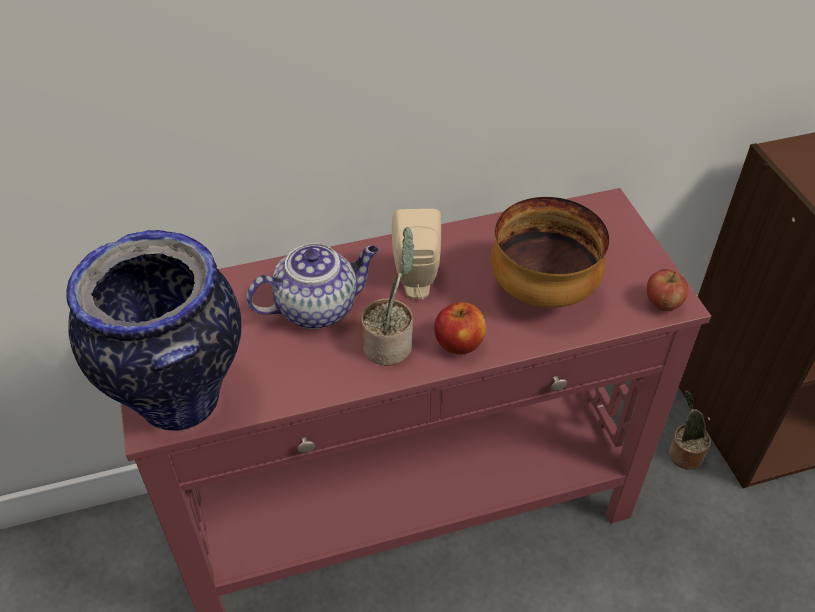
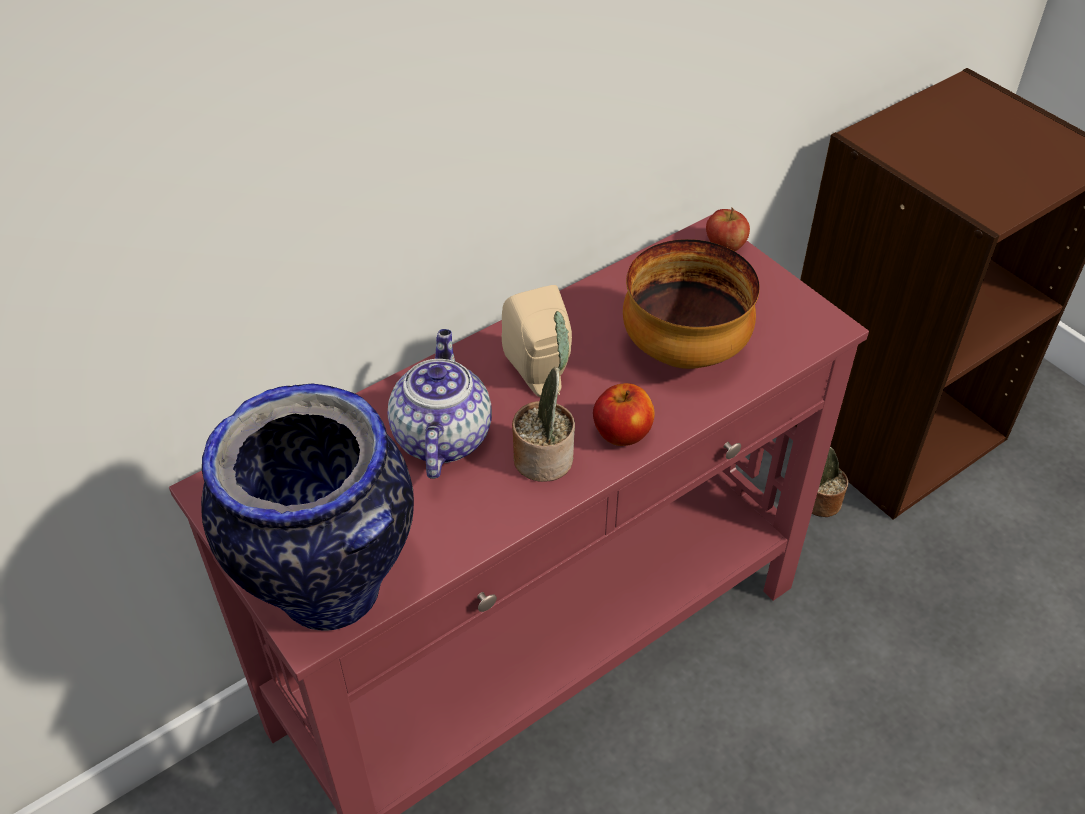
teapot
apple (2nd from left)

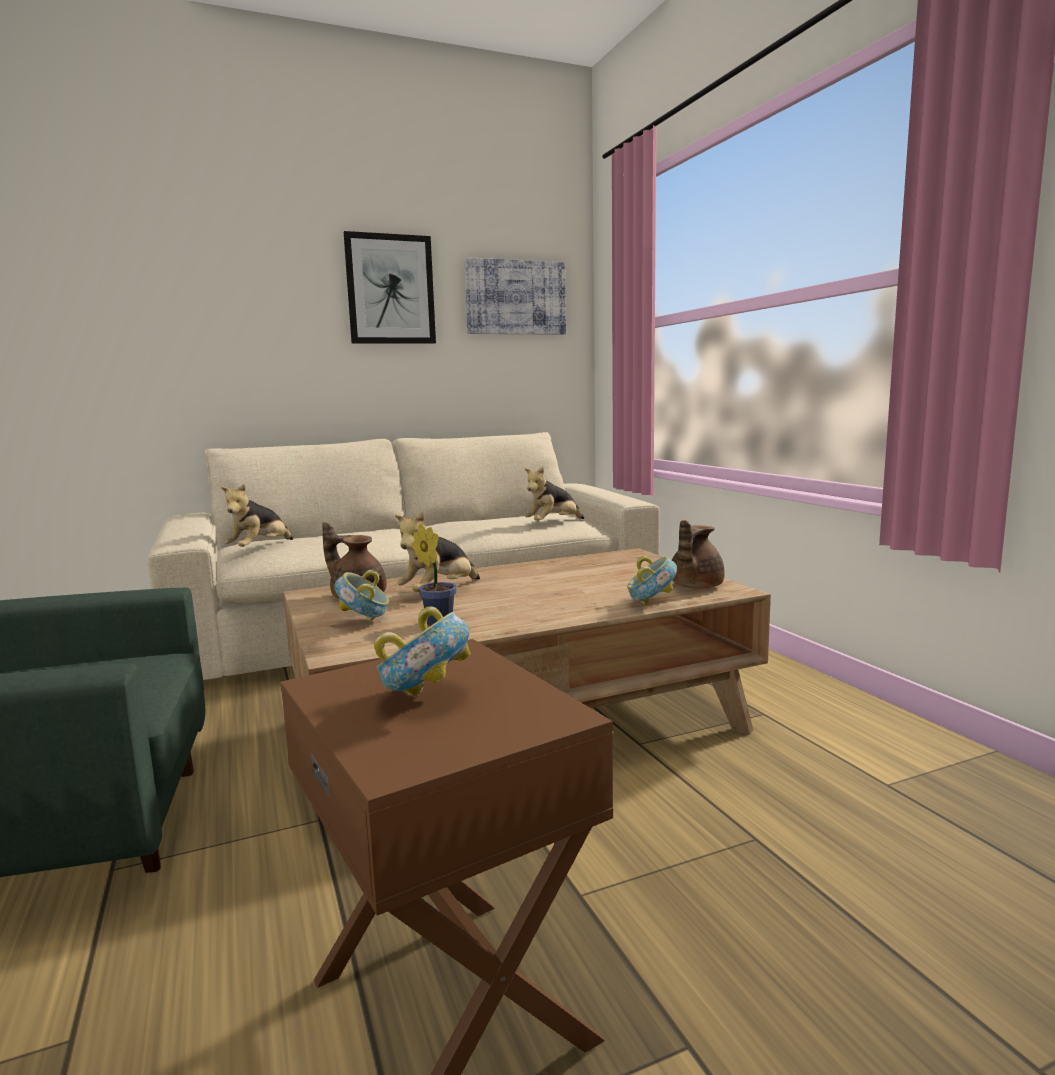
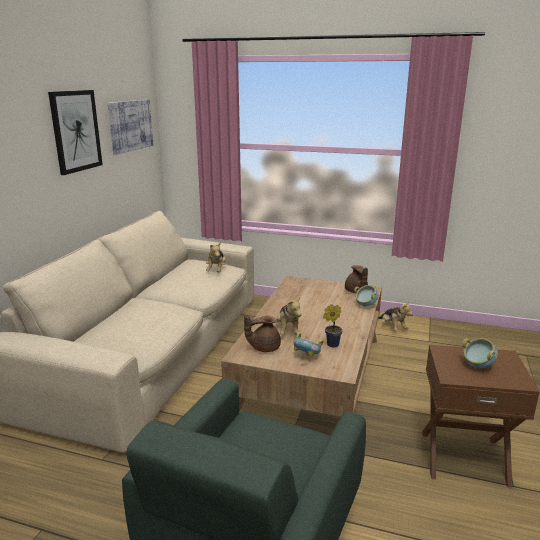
cuddly toy (3rd from left)

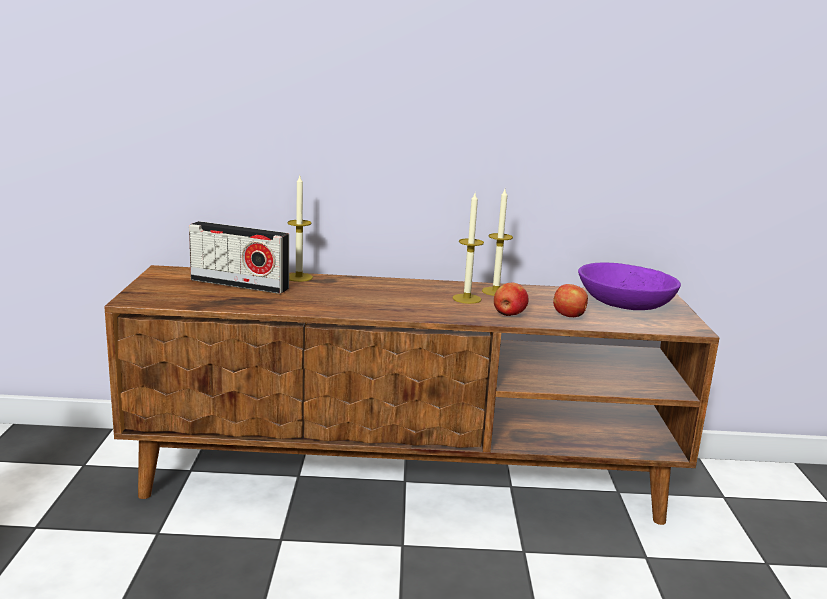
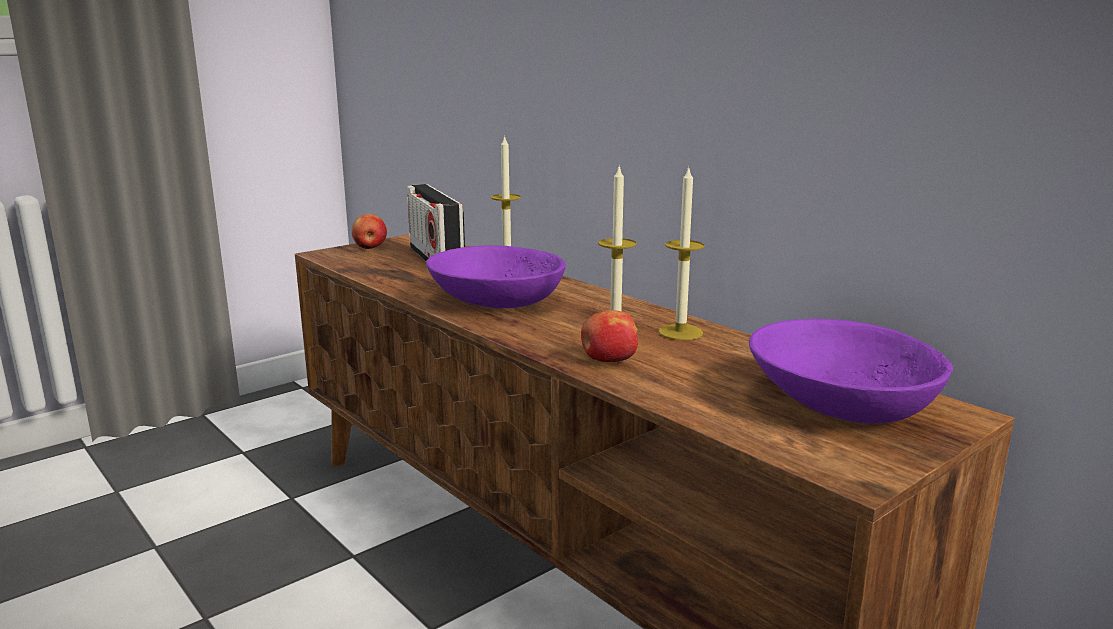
apple (1st from left)
serving bowl (purple) (1st from left)

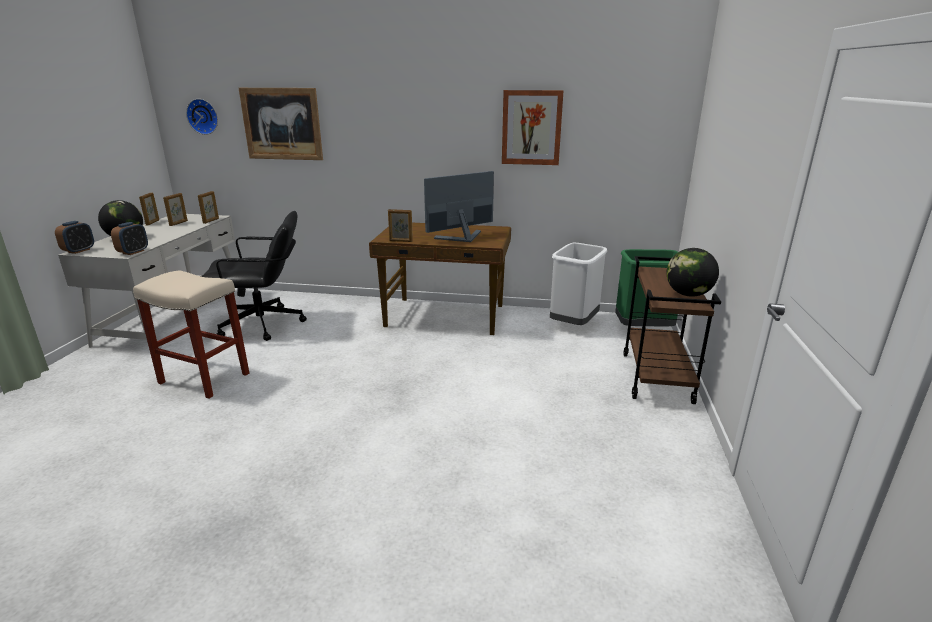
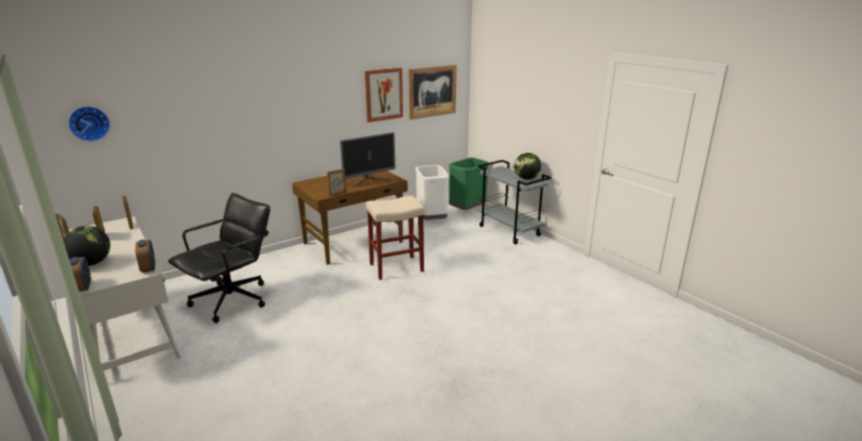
computer display
sitting stool (beige)
wall art (2nd from left)
trolley (greyish)

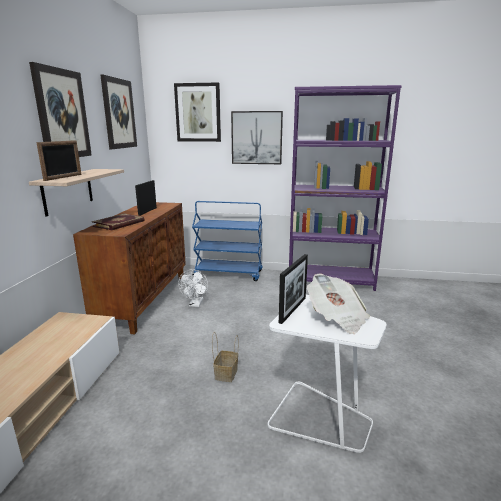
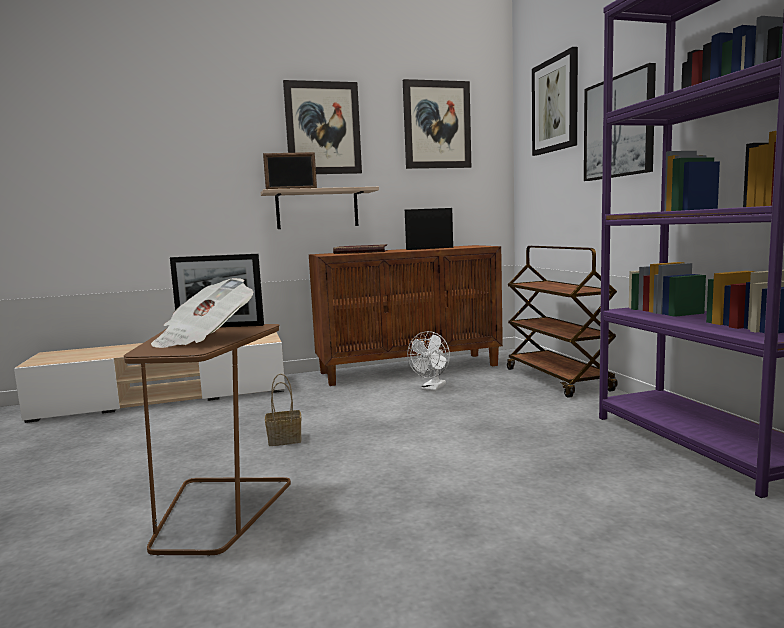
accent table (brown-coloured)
fan (whitish)
trolley (brown-coloured)

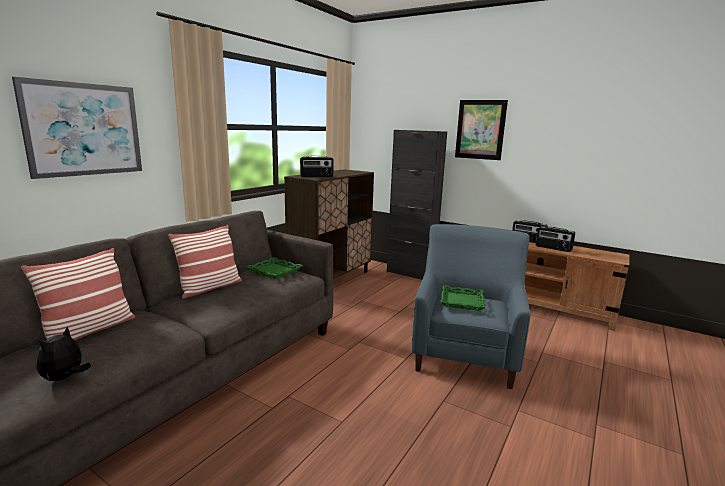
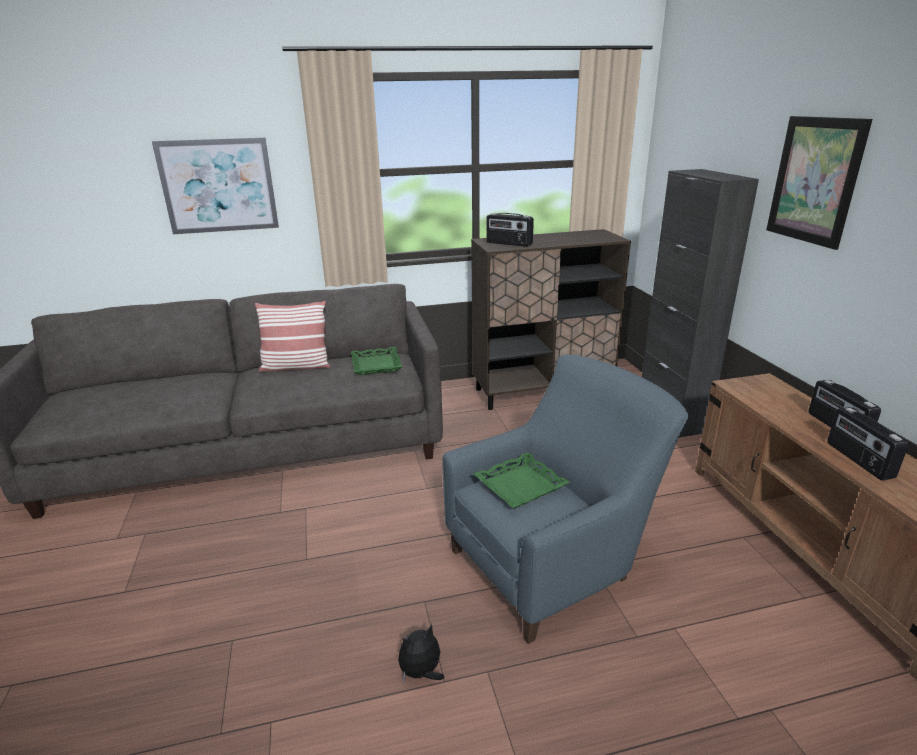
cuddly toy
pillow (1st from left in the first image)

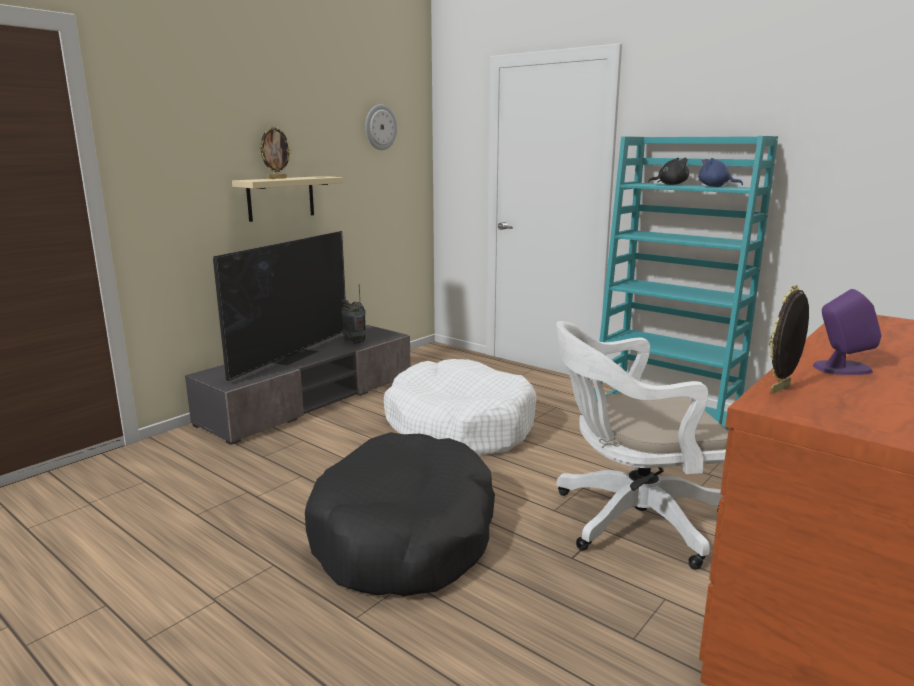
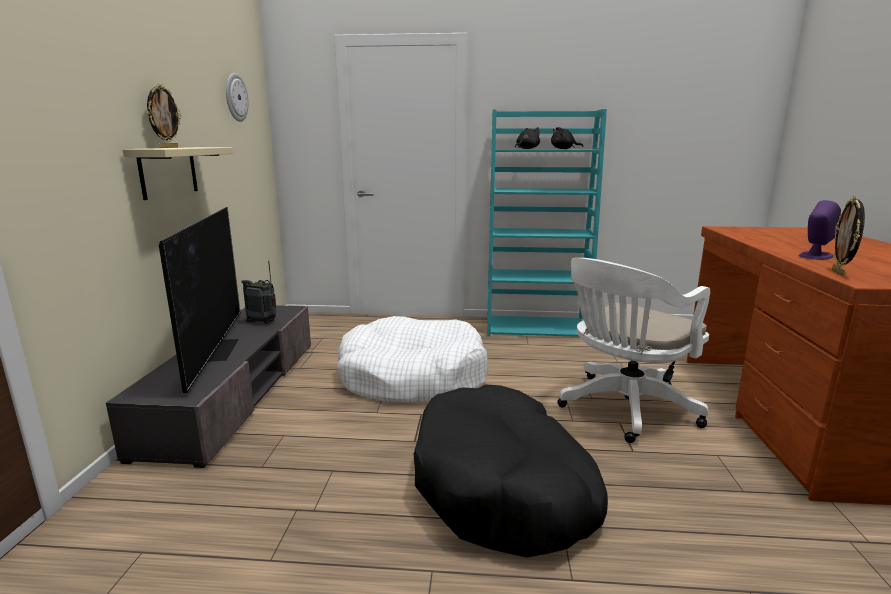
cuddly toy (black-coloured) (2nd from left)

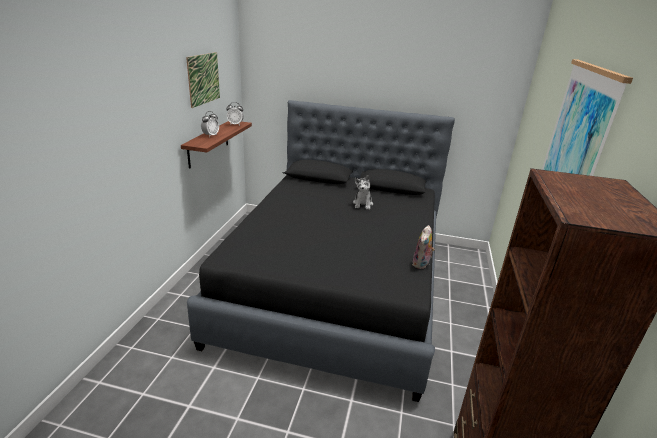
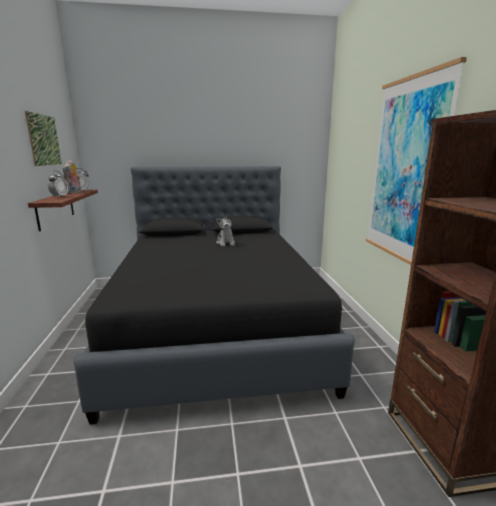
cuddly toy (1st from left)

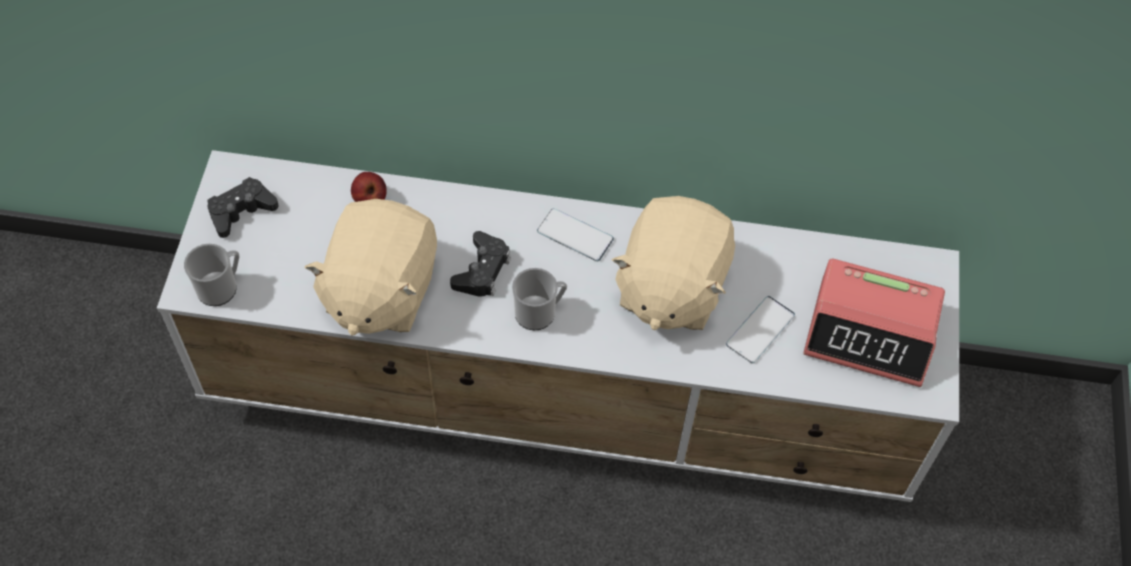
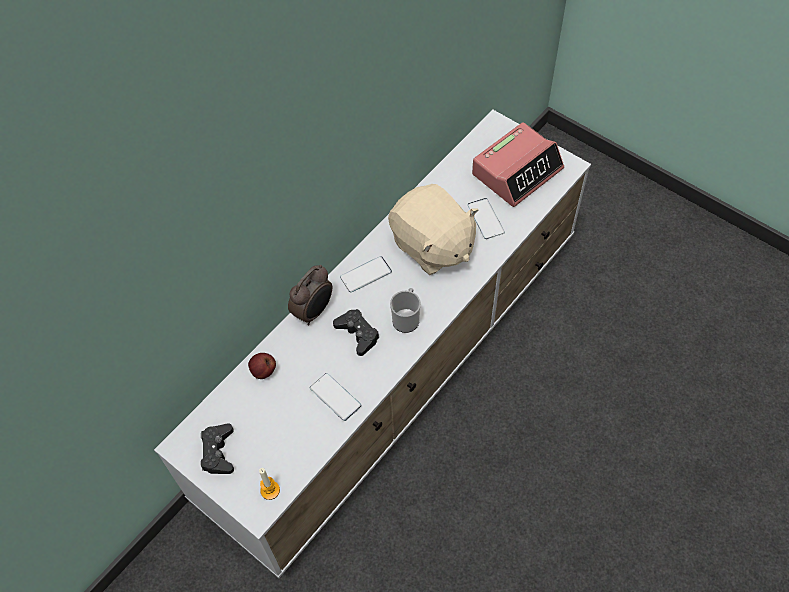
wax candle
table clock (1st from left)
phone (1st from left)

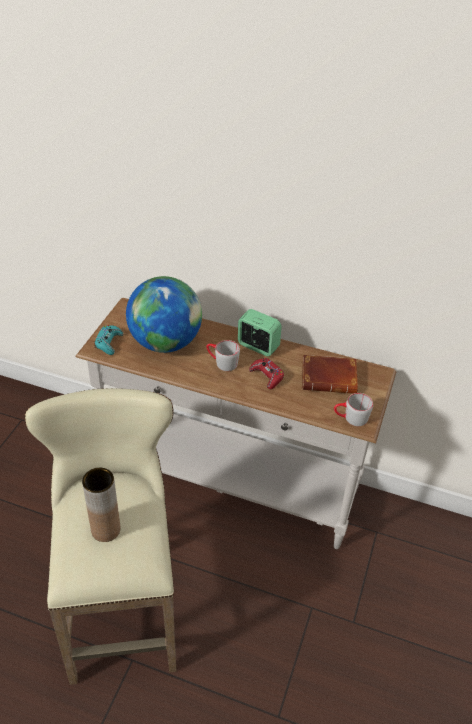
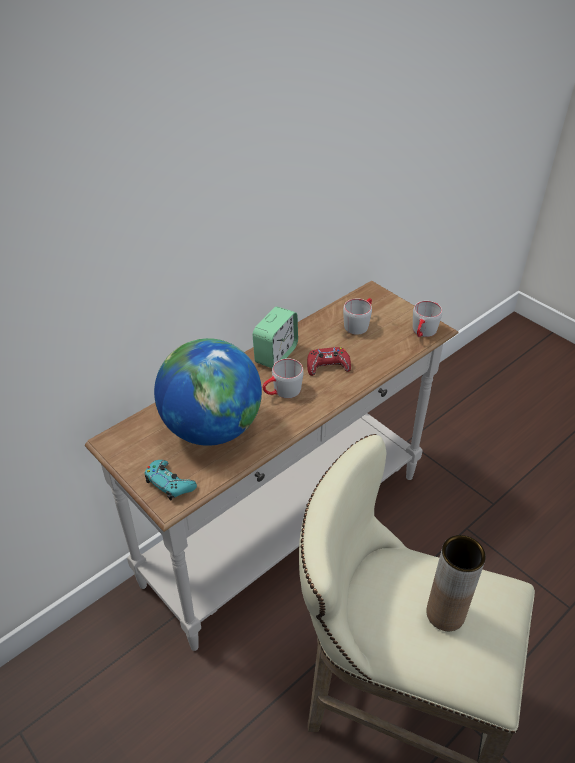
table clock
tea mug (greyish) (2nd from left)

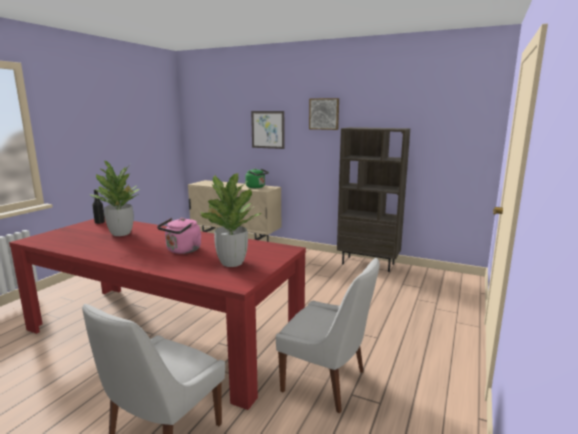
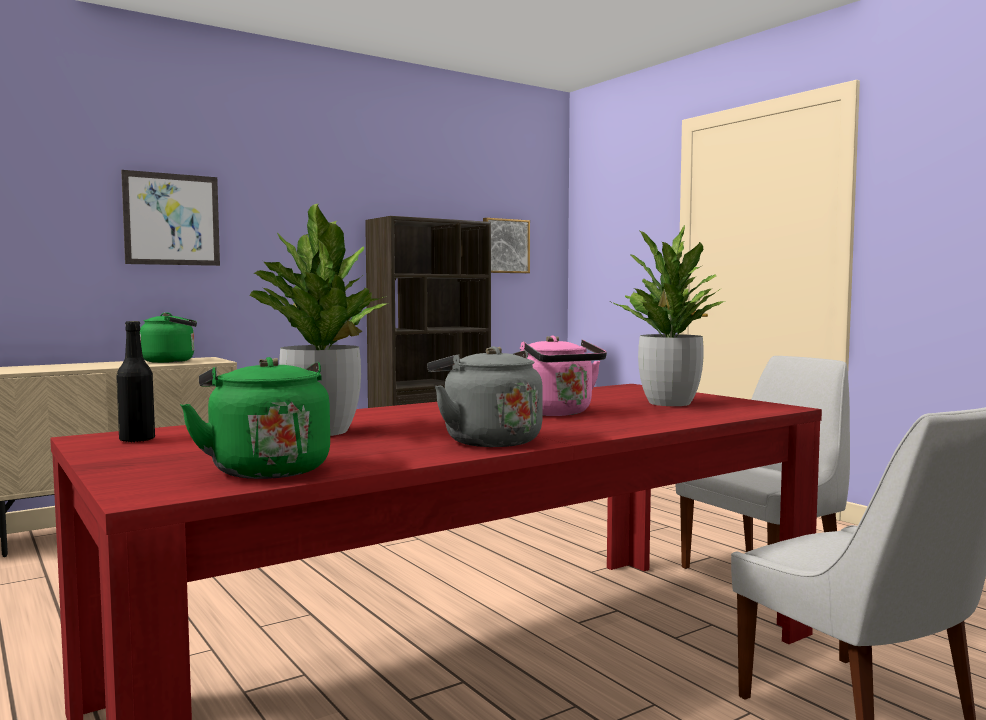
tea kettle (green-coloured) (2nd from left)
tea kettle (greyish)
wall art (2nd from left)

